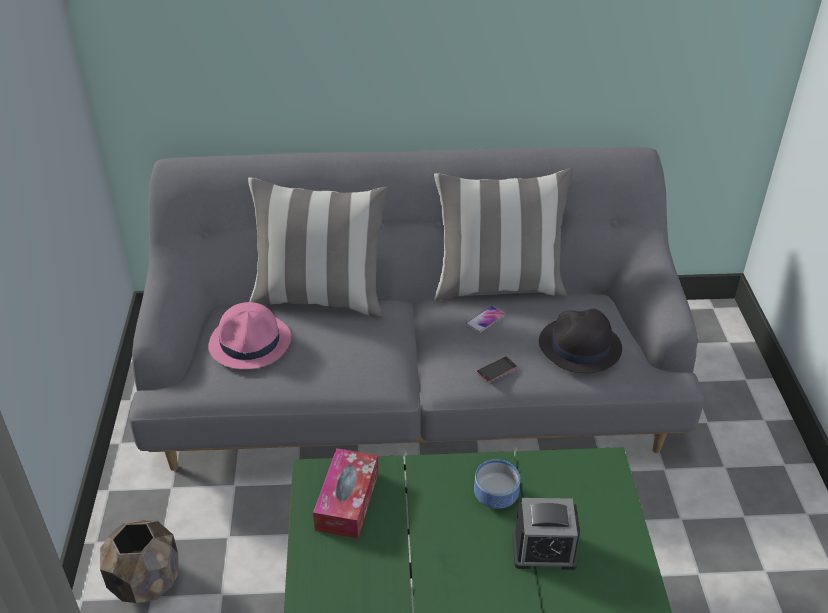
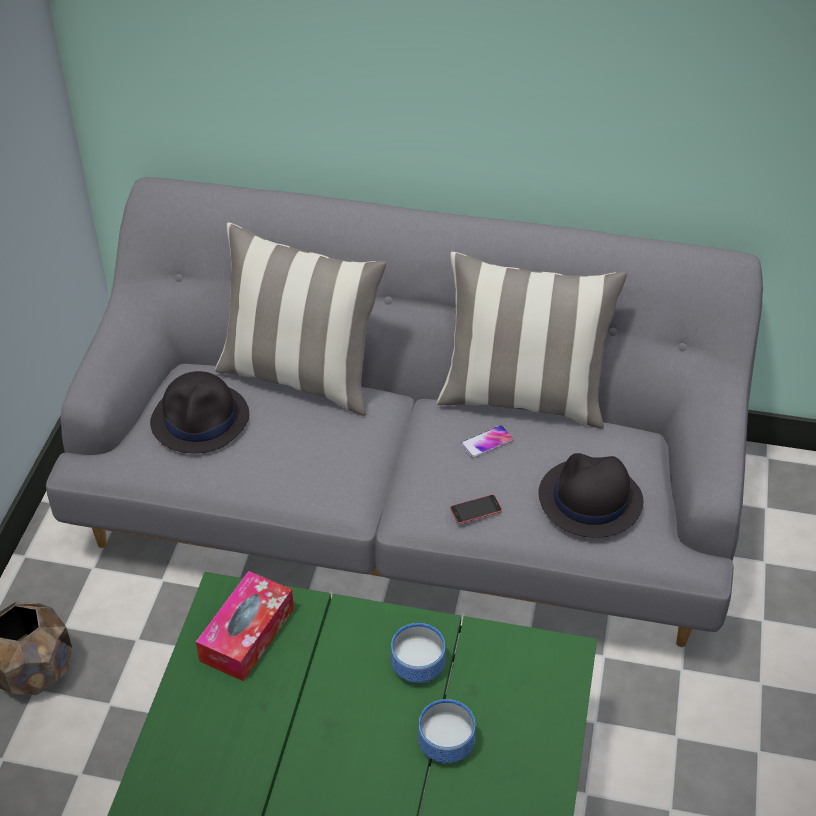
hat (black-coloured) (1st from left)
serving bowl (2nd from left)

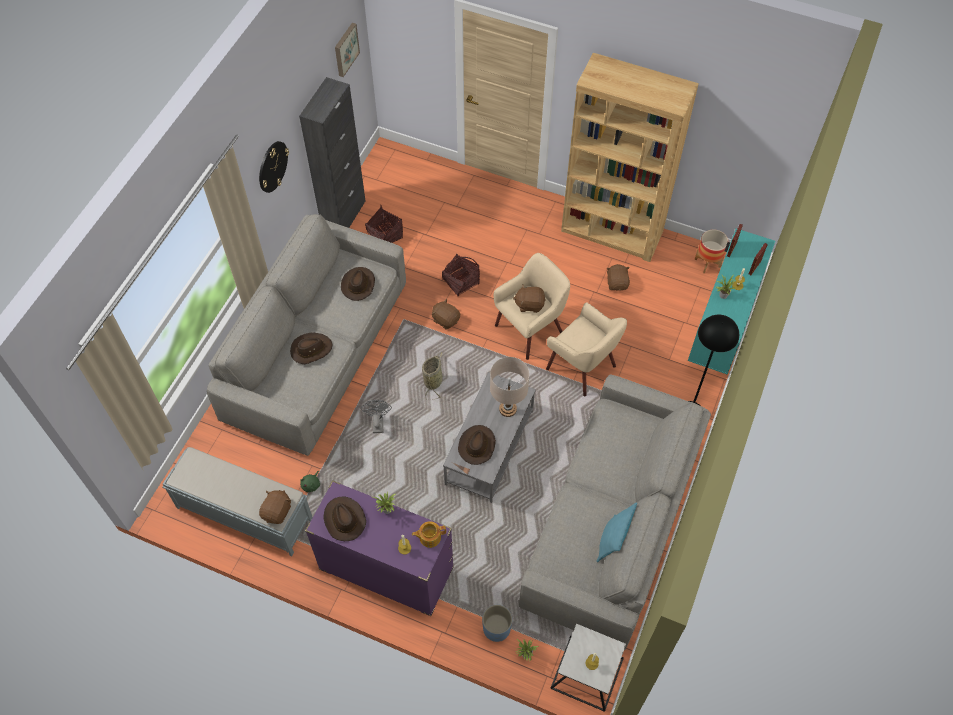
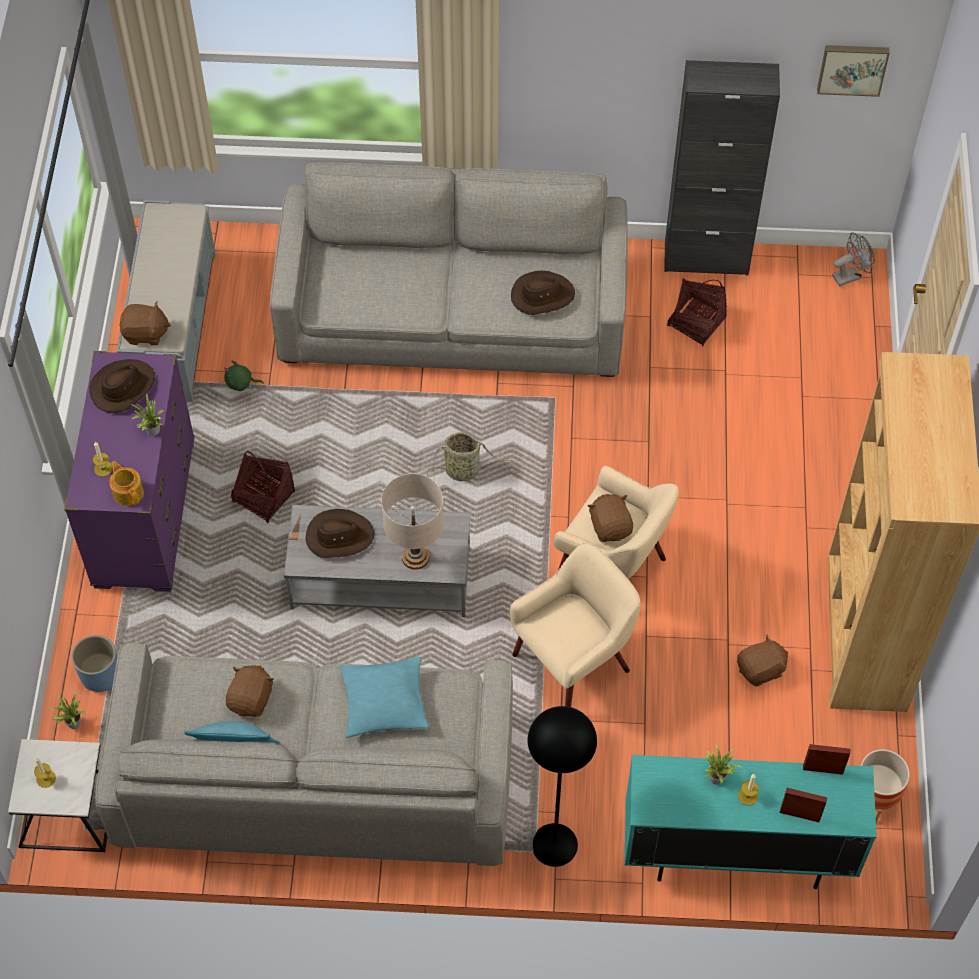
cuddly toy (brown-coloured) (2nd from left)
basket (1st from left)
pillow (turquoise) (2nd from left)
easy chair (beige) (1st from left)
fan (greyish)
wall clock
hat (brown-coloured) (1st from left in the first image)

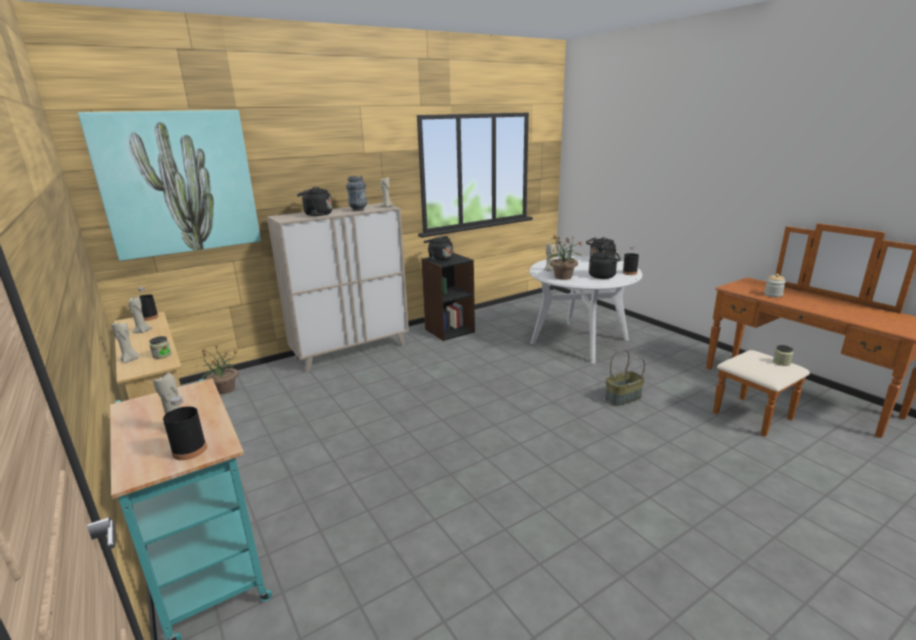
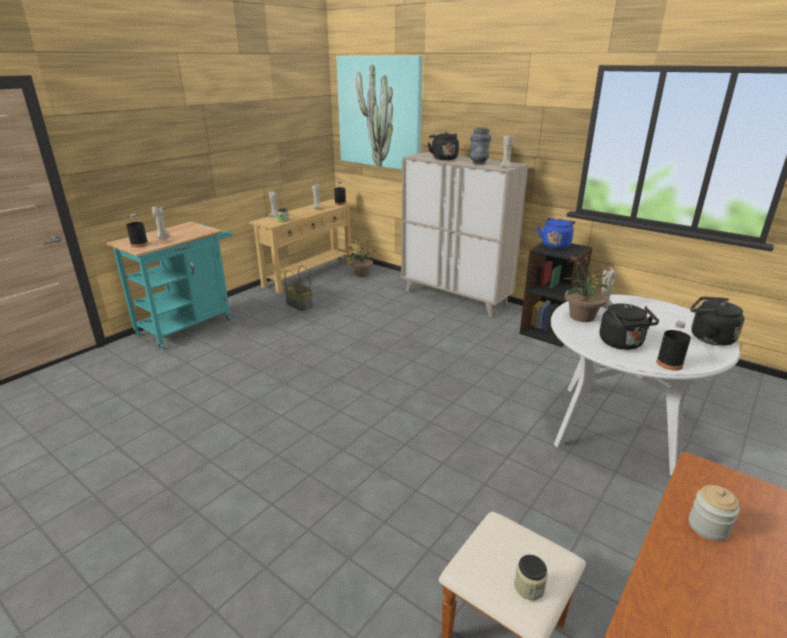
basket
tea kettle (blue-coloured)

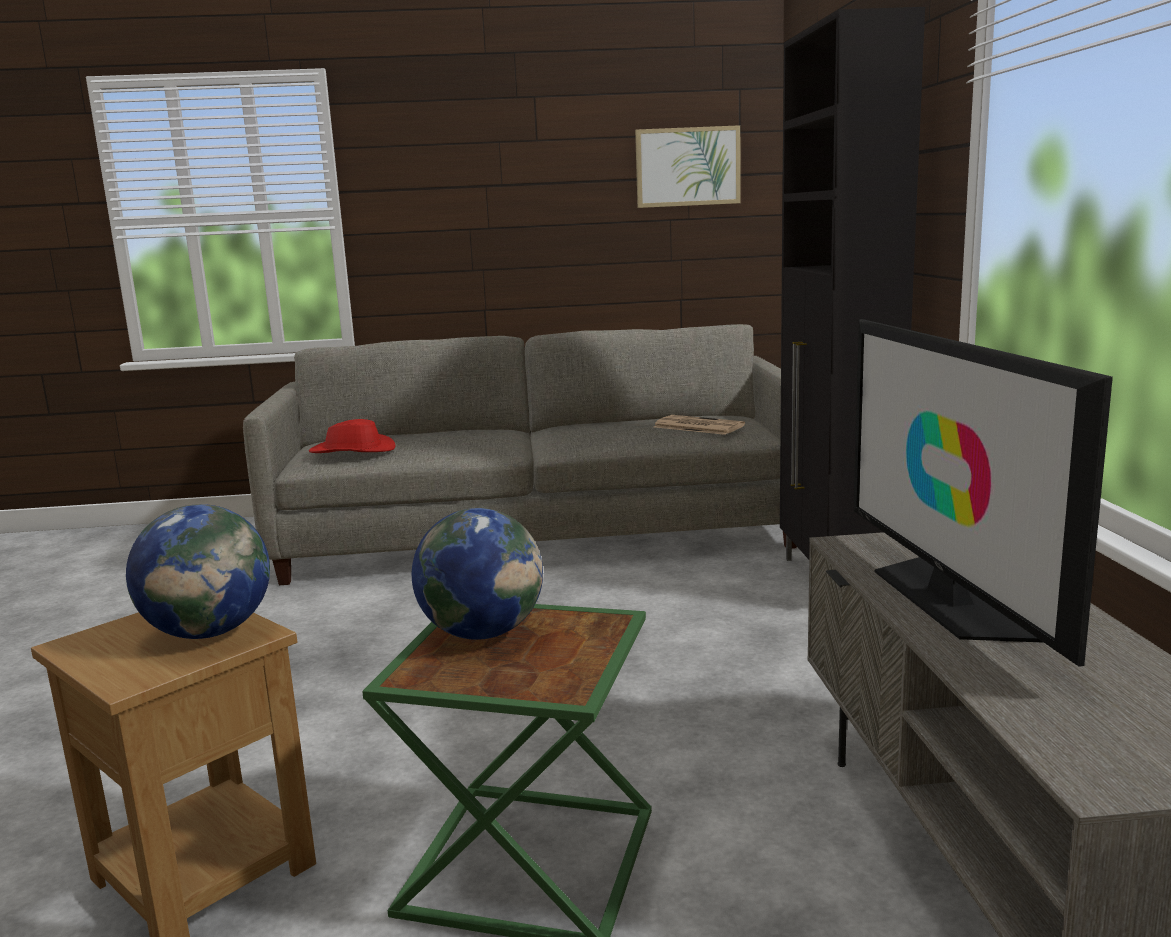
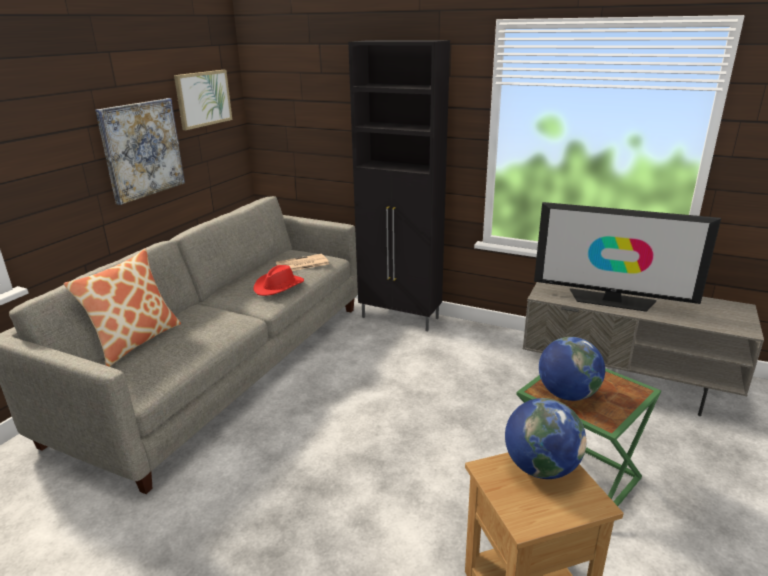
pillow
wall art (1st from left)
hat (reddish)

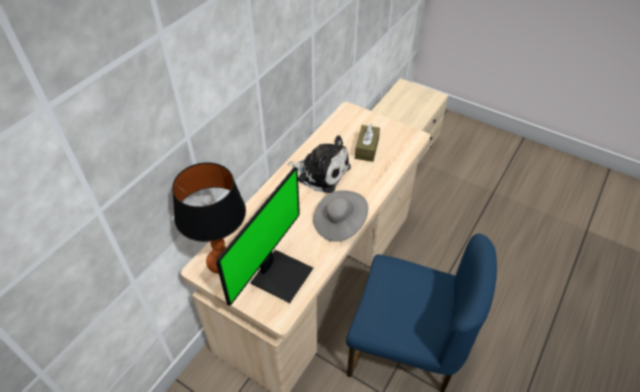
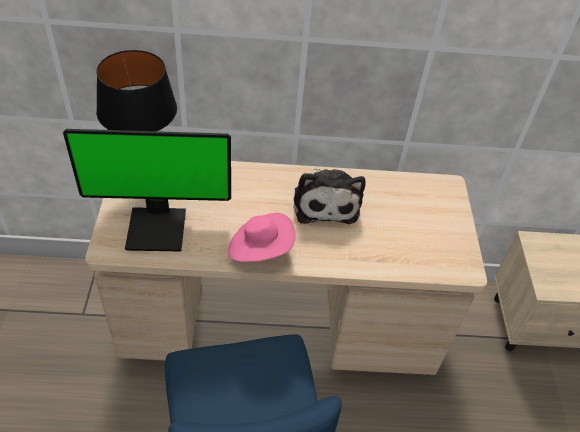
hat (pinkish)
box of tissues (brown-coloured)

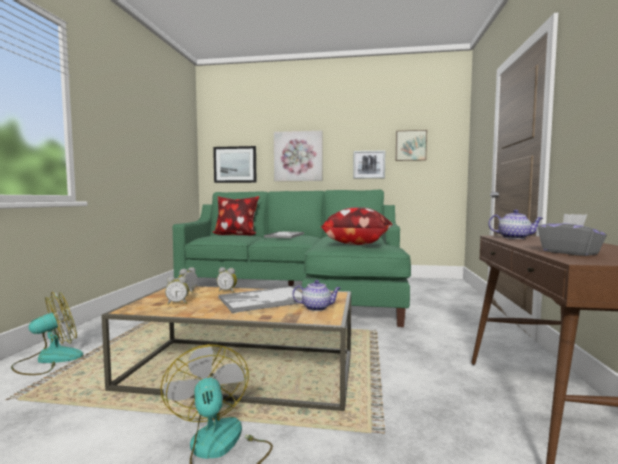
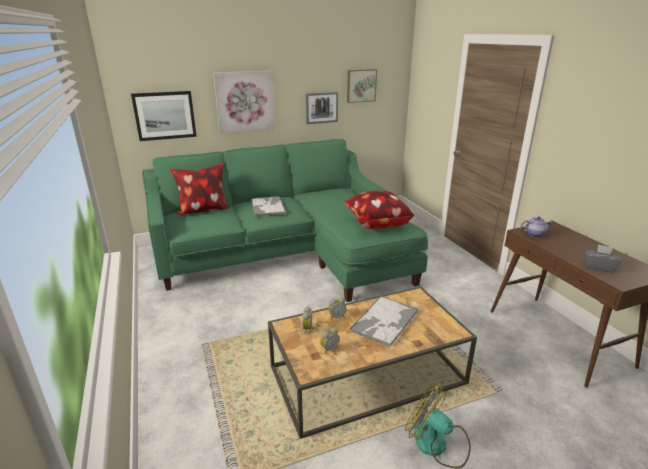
fan (1st from left in the first image)
teapot (1st from left in the first image)

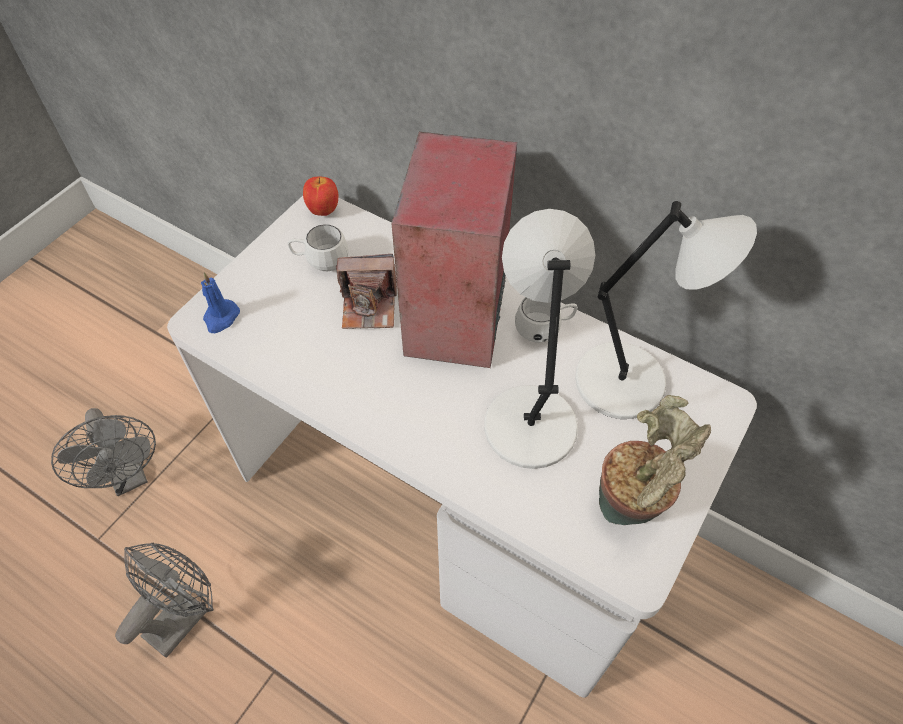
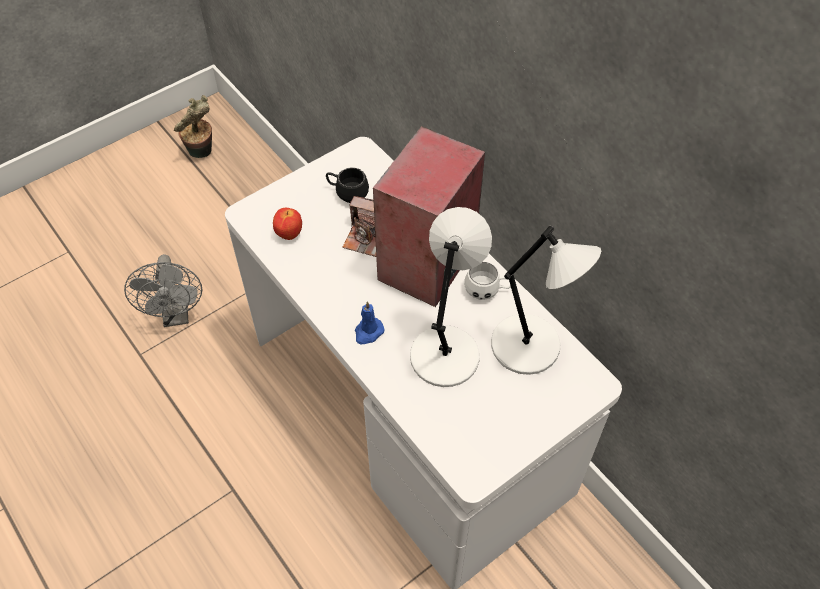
potted plant
apple
tea mug (black-coloured)
wax candle (blue-coloured)
fan (greyish) (2nd from left in the first image)

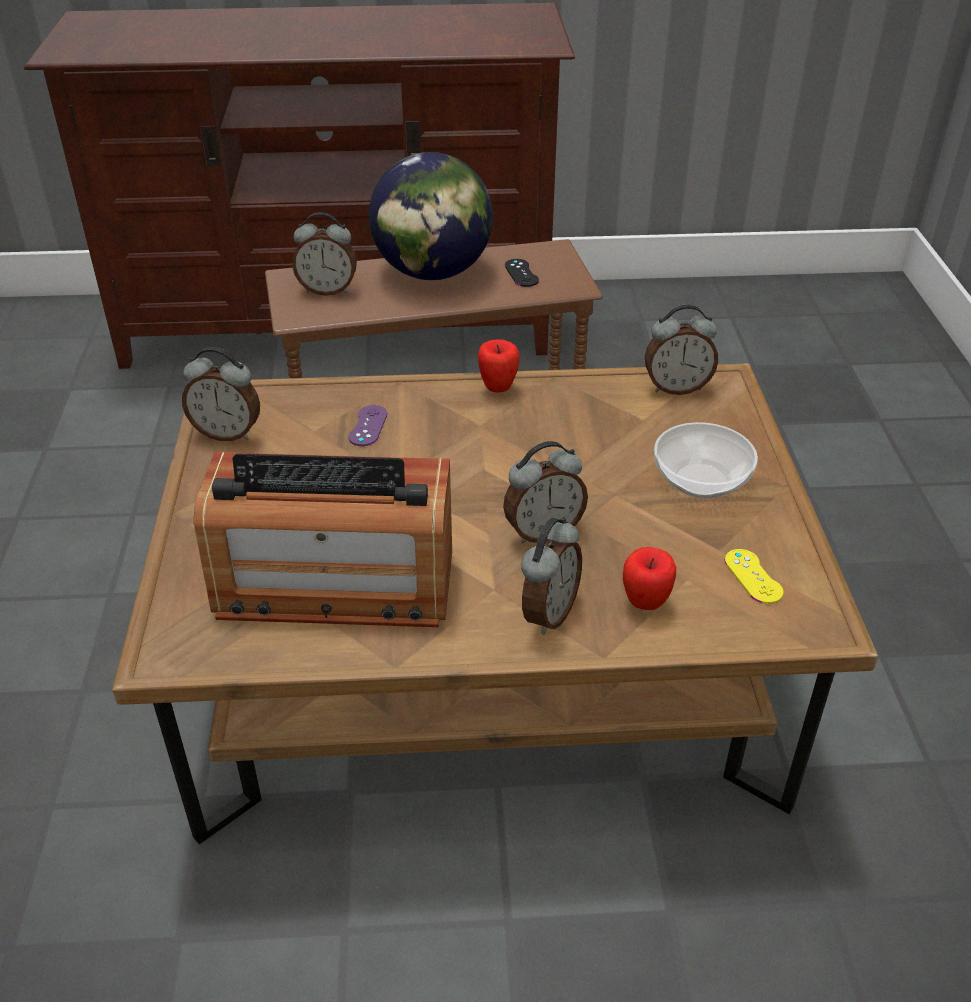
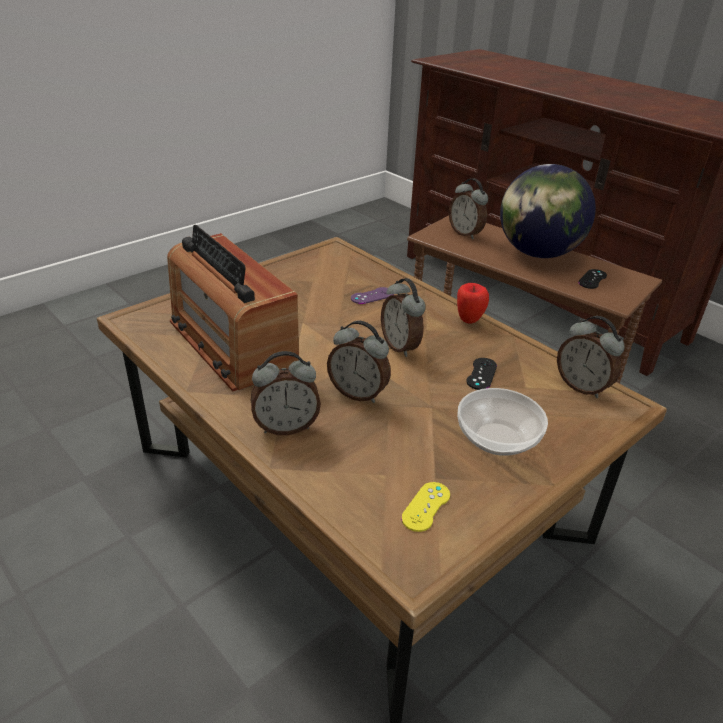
table clock (3rd from left)
joypad (black-coloured) (1st from left)
apple (2nd from left in the first image)

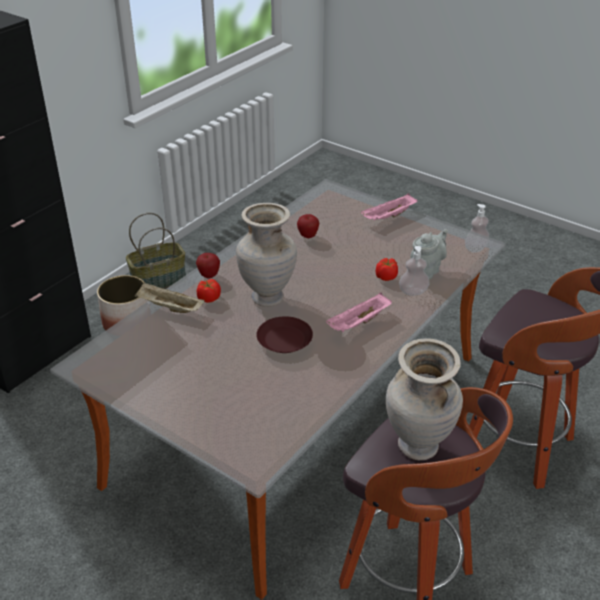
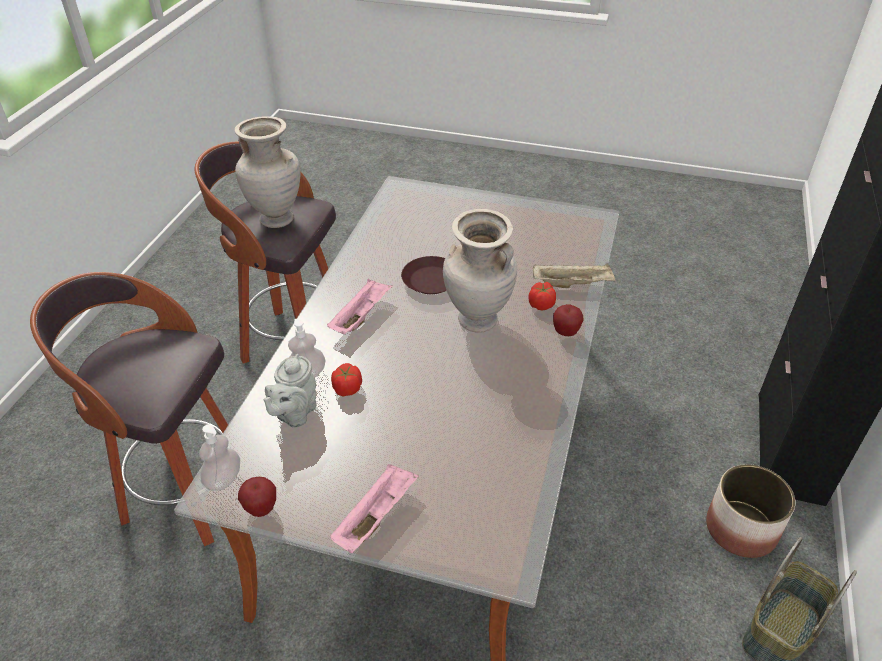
apple (1st from left)

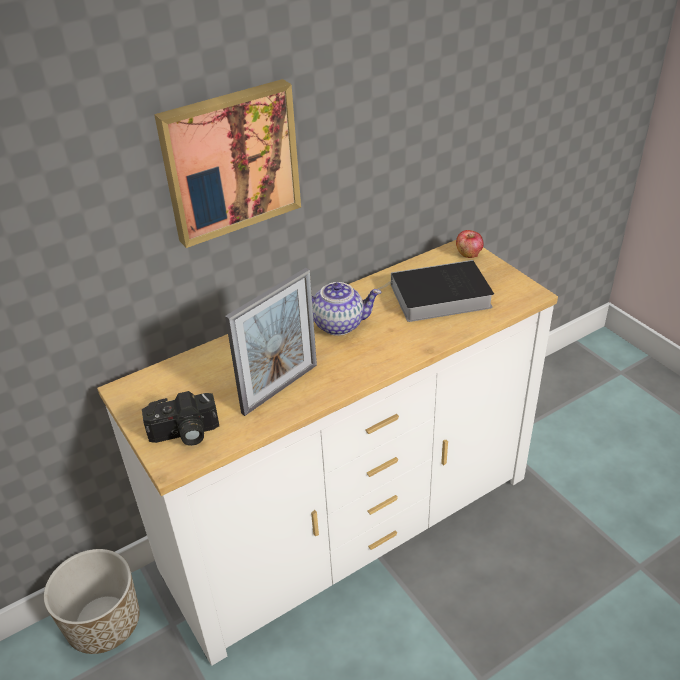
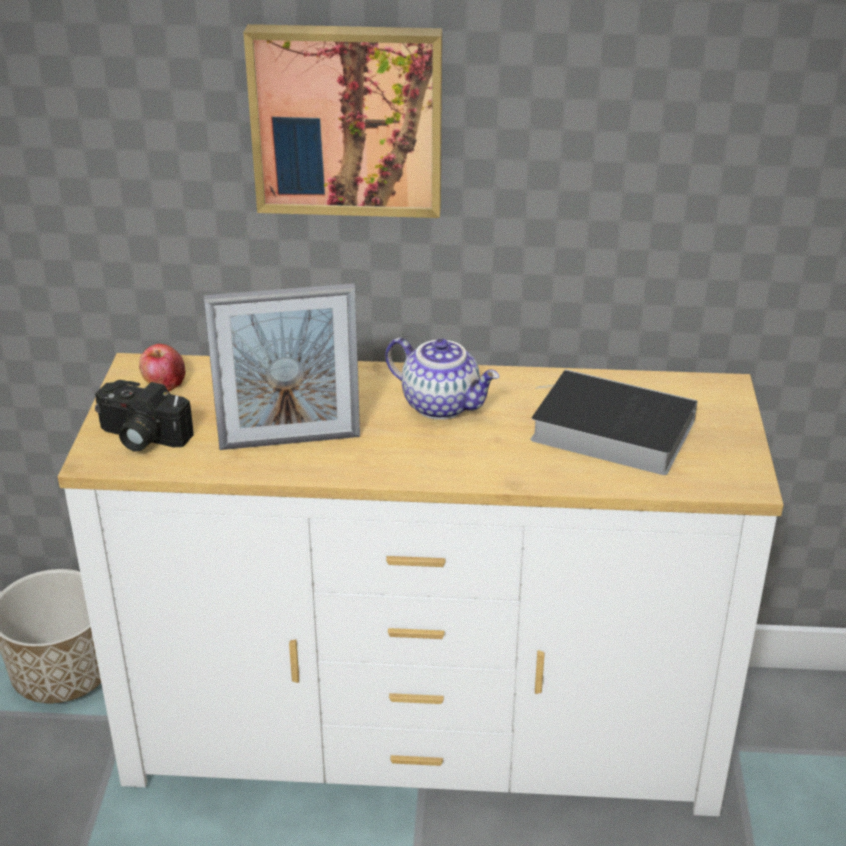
apple

